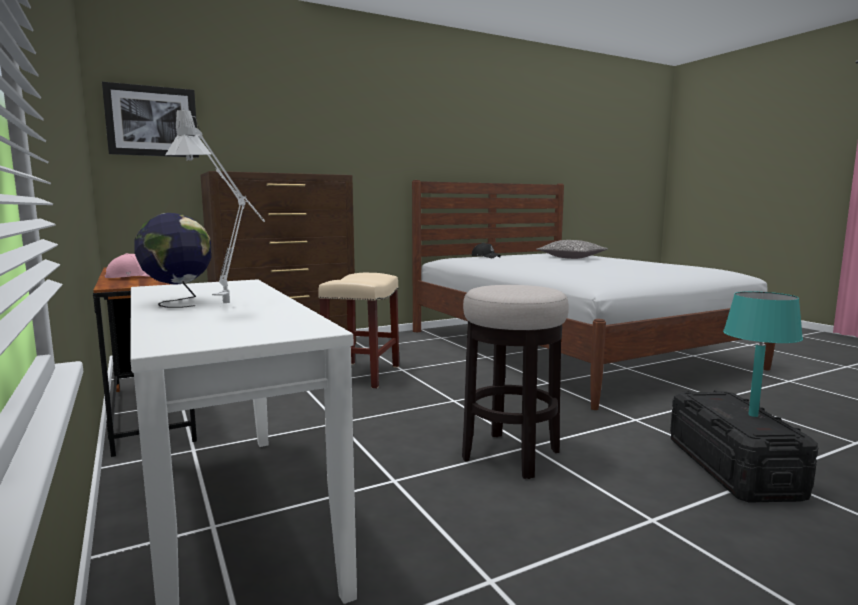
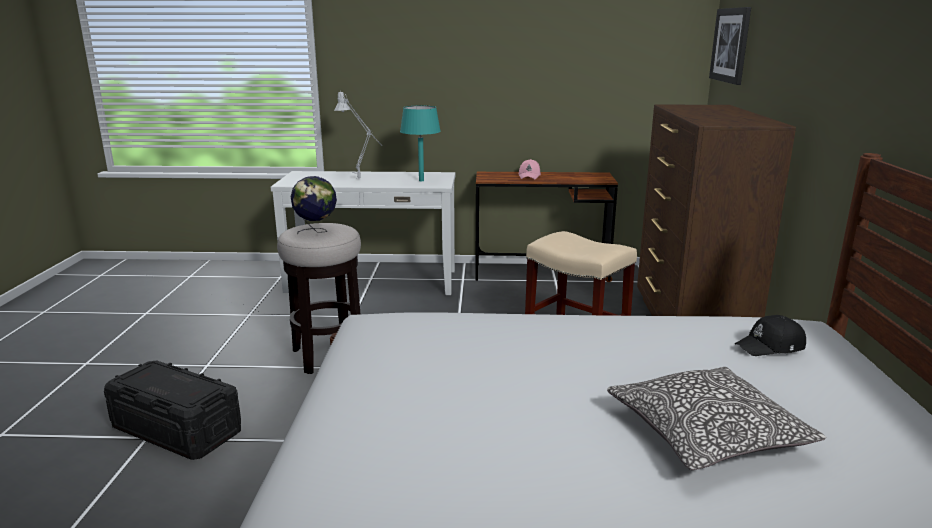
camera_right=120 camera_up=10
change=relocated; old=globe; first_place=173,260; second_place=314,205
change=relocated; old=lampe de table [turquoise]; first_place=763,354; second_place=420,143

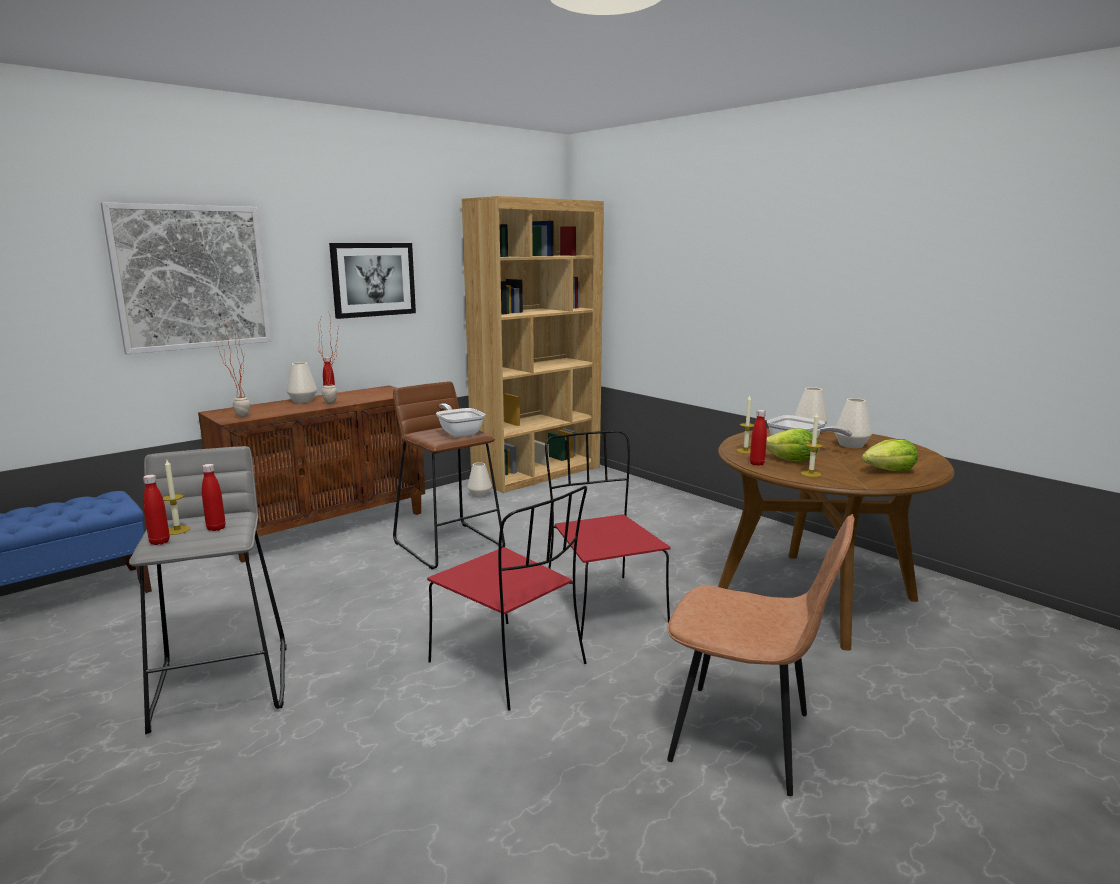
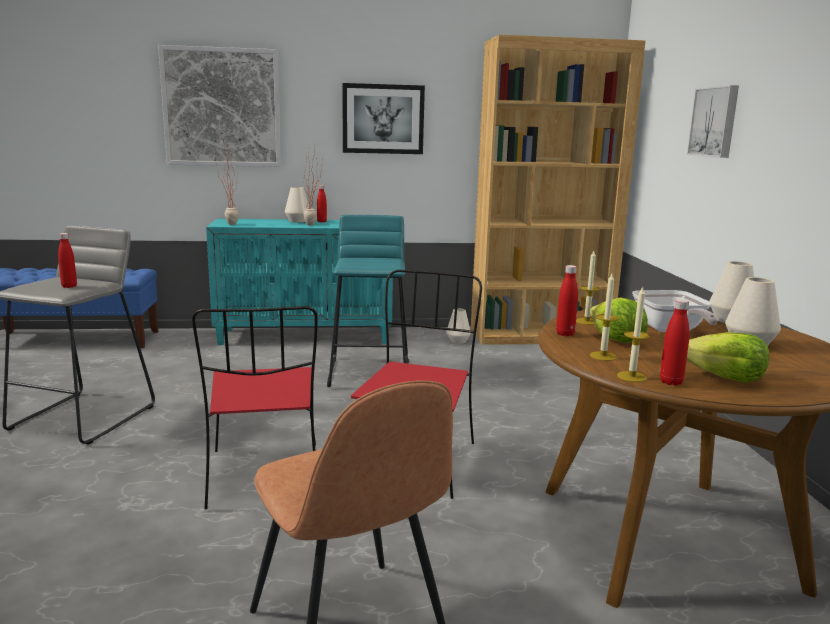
camera_right=35 camera_up=0
change=missing; old=poêle; first_place=461,420
change=appeared; new=tableau; second_place=713,121
change=relocated; old=bouteille [rouge]; first_place=156,510; second_place=674,342
change=relocated; old=bougie; first_place=176,497; second_place=633,334
change=colour; old=meuble de rangement [marron]; new=meuble de rangement [turquoise]; first_place=311,473; second_place=299,282
change=colour; old=tabouret [marron]; new=tabouret [turquoise]; first_place=449,476; second_place=368,301

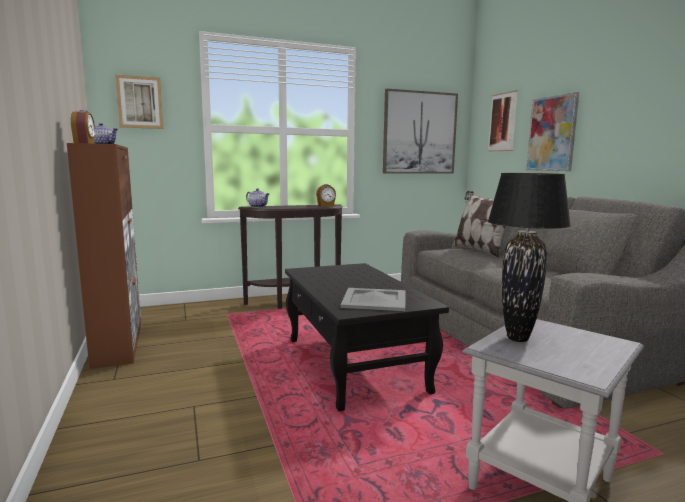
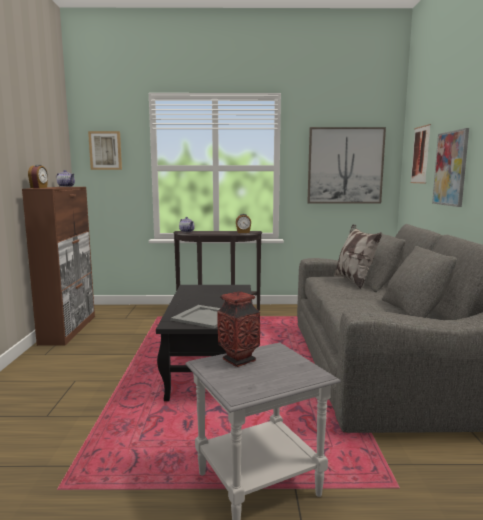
camera_right=20 camera_up=0
change=exchanged; old=lampe de table [noir]; new=vase; first_place=529,257; second_place=238,329

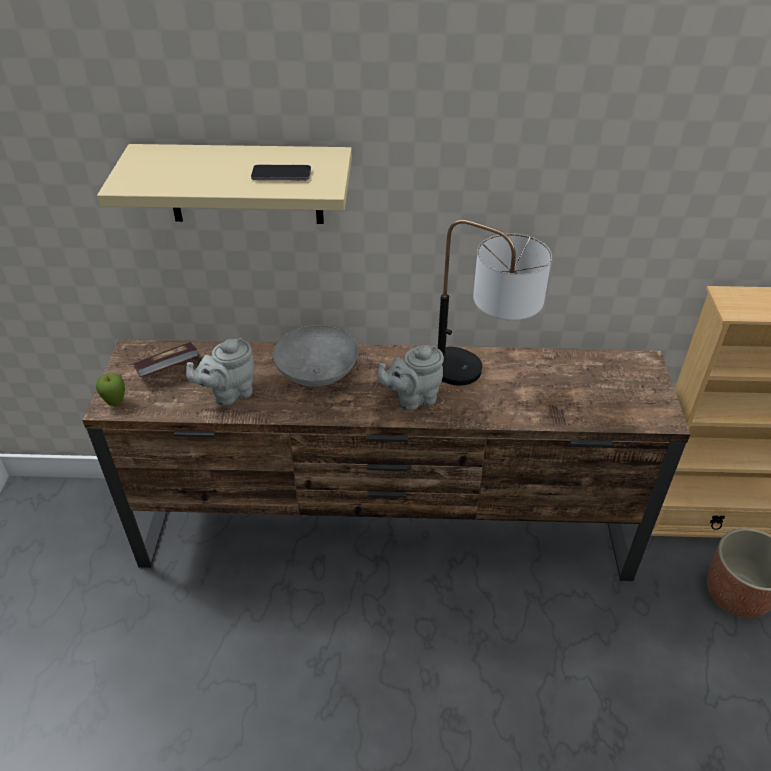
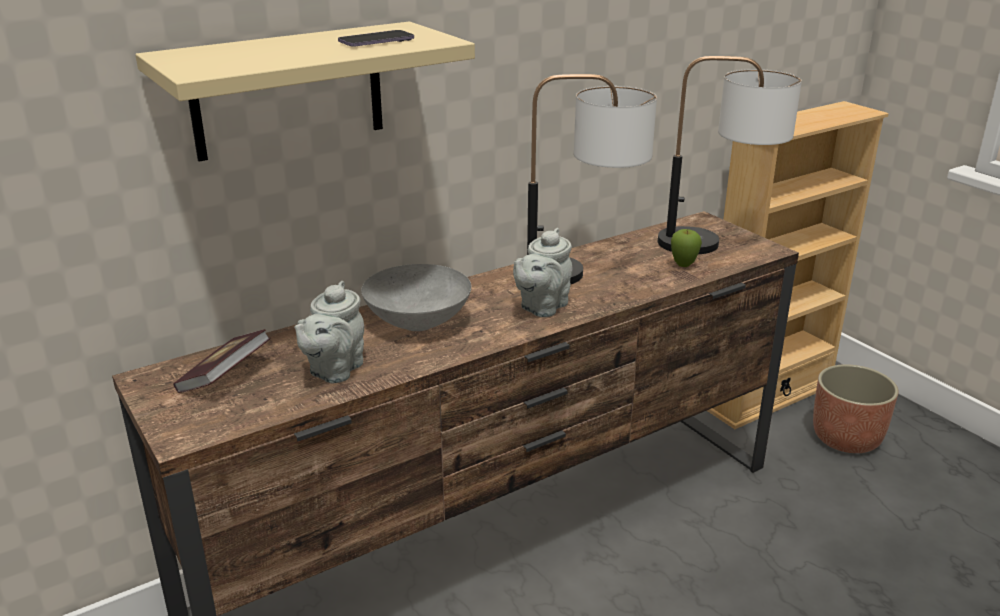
camera_right=-35 camera_up=-15
change=appeared; new=lampe de table; second_place=730,155
change=relocated; old=pomme; first_place=110,389; second_place=686,248

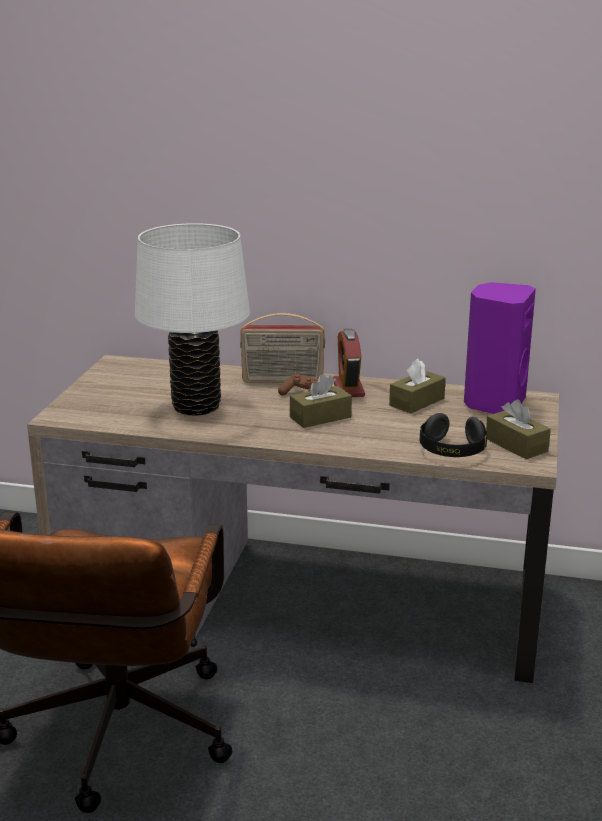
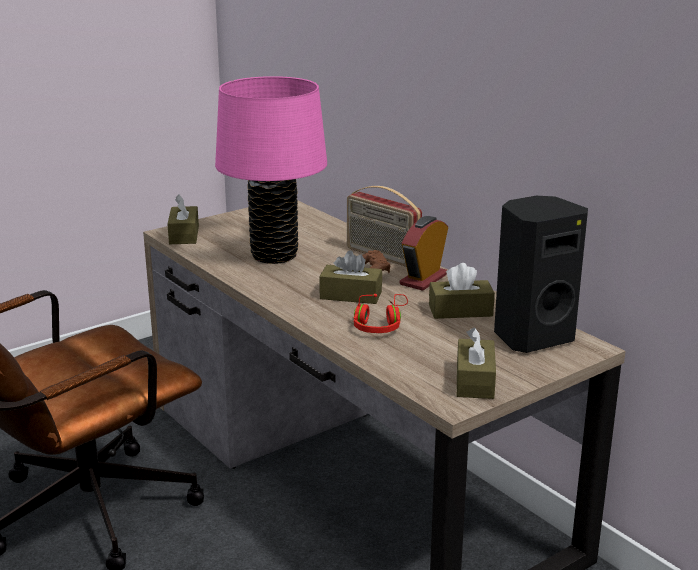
camera_right=40 camera_up=0
change=missing; old=casque audio [noir]; first_place=454,435
change=appeared; new=boîte à mouchoirs [marron]; second_place=183,219
change=appeared; new=casque audio [rouge]; second_place=381,313
change=colour; old=lampe de table [blanc]; new=lampe de table [rose]; first_place=192,319; second_place=271,170
change=colour; old=enceinte [violet]; new=enceinte [noir]; first_place=500,348; second_place=541,274

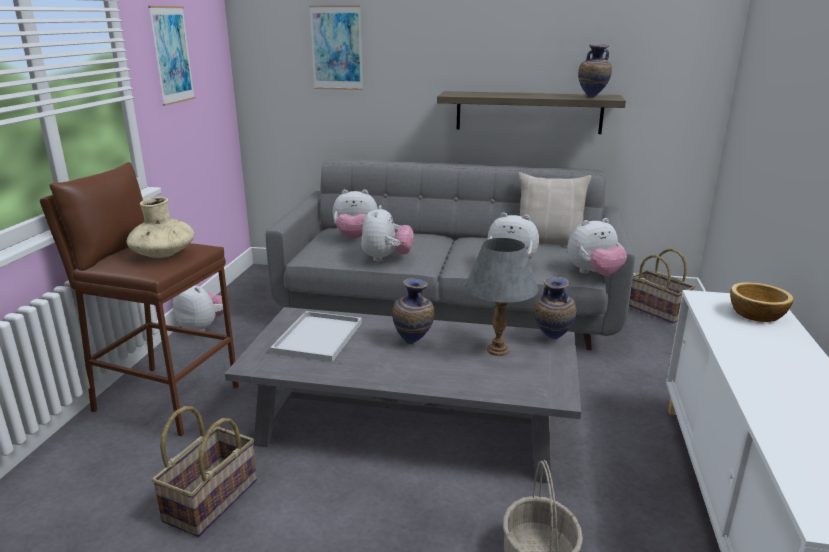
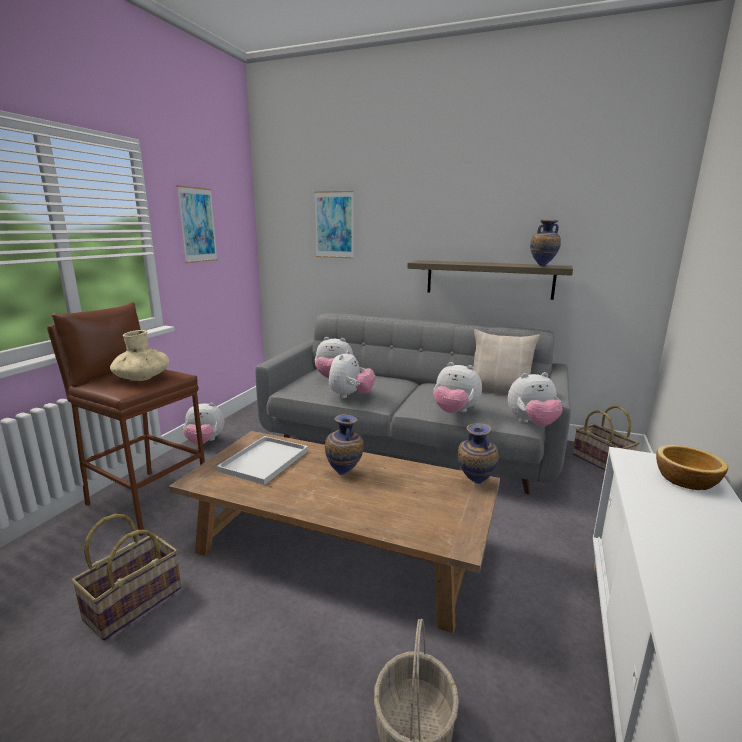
camera_right=10 camera_up=-5
change=missing; old=lampe de table [gris]; first_place=501,297
change=colour; old=table basse [gris]; new=table basse [marron]; first_place=403,395; second_place=334,532
change=spun; old=peluche; first_place=198,308; second_place=203,424; degrees=135

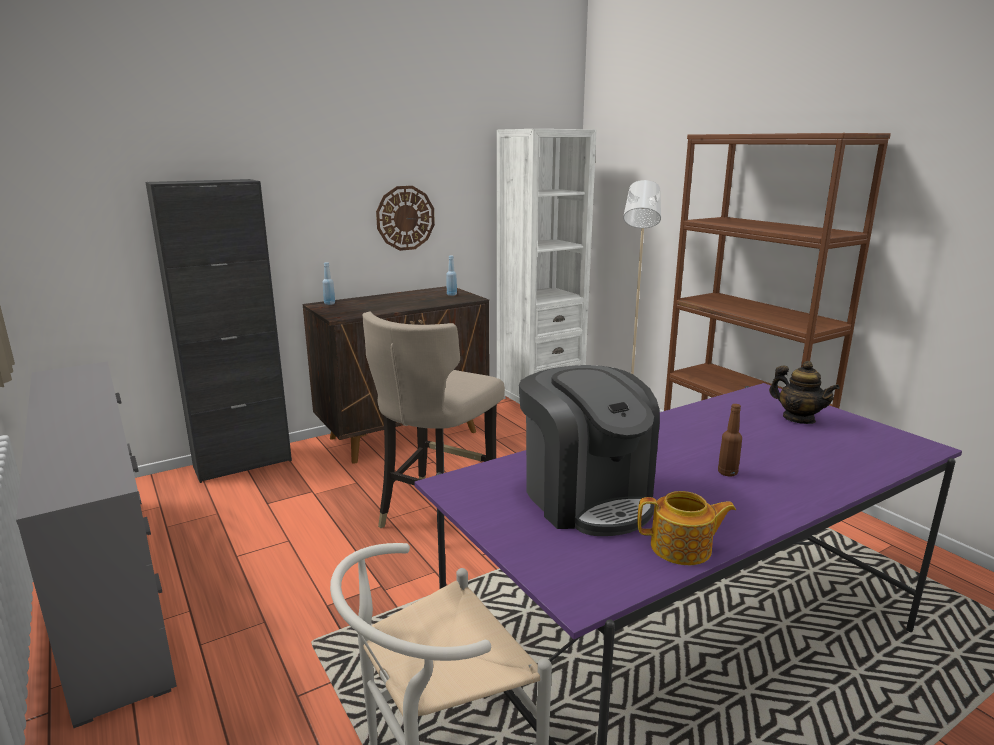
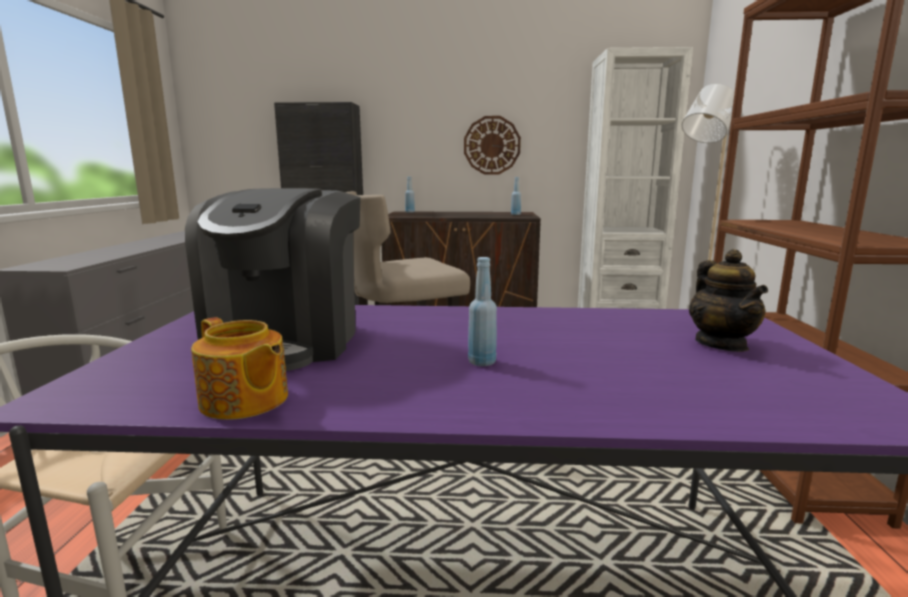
camera_right=35 camera_up=-5
change=colour; old=bouteille [marron]; new=bouteille [bleu]; first_place=730,440; second_place=482,311

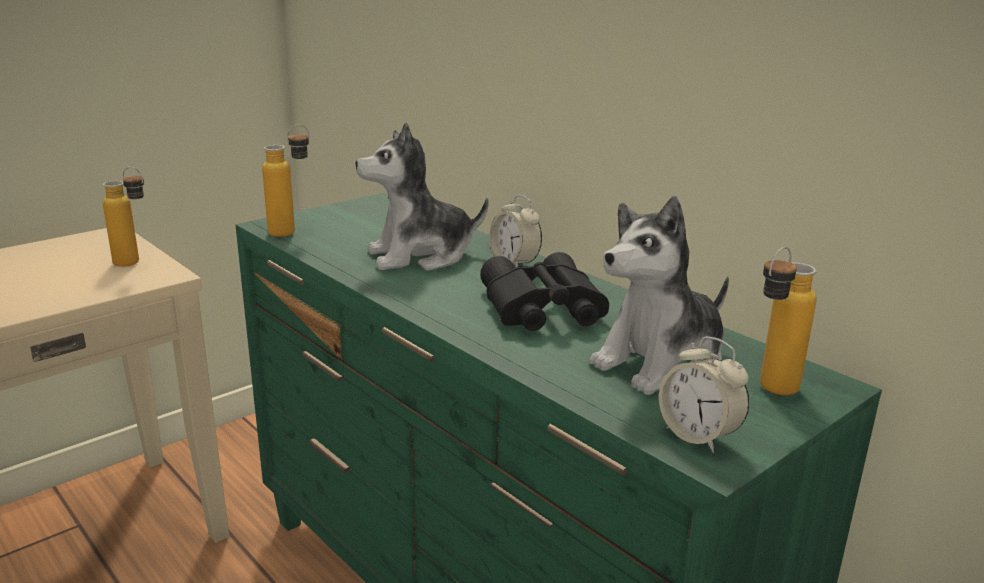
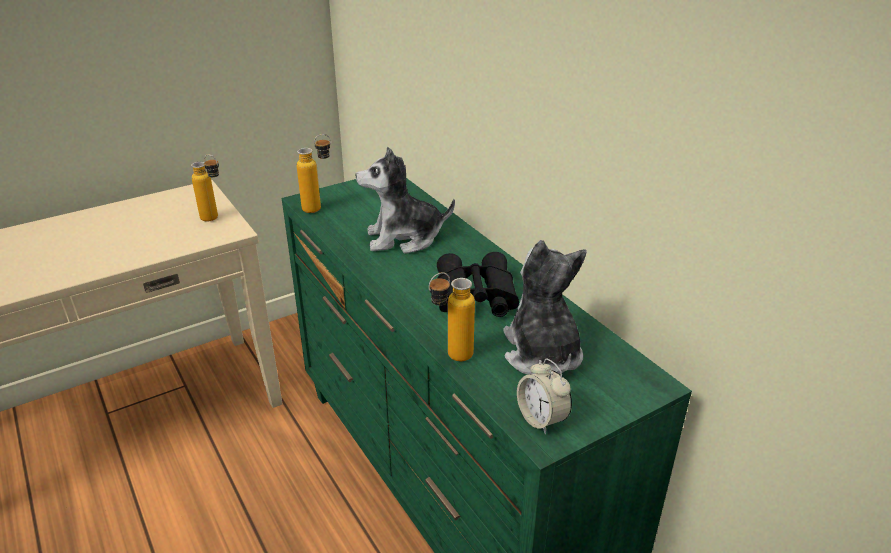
camera_right=10 camera_up=10
change=missing; old=réveil; first_place=515,231
change=relocated; old=bouteille; first_place=788,321; second_place=452,316
change=spun; old=peluche; first_place=659,295; second_place=545,307; degrees=105

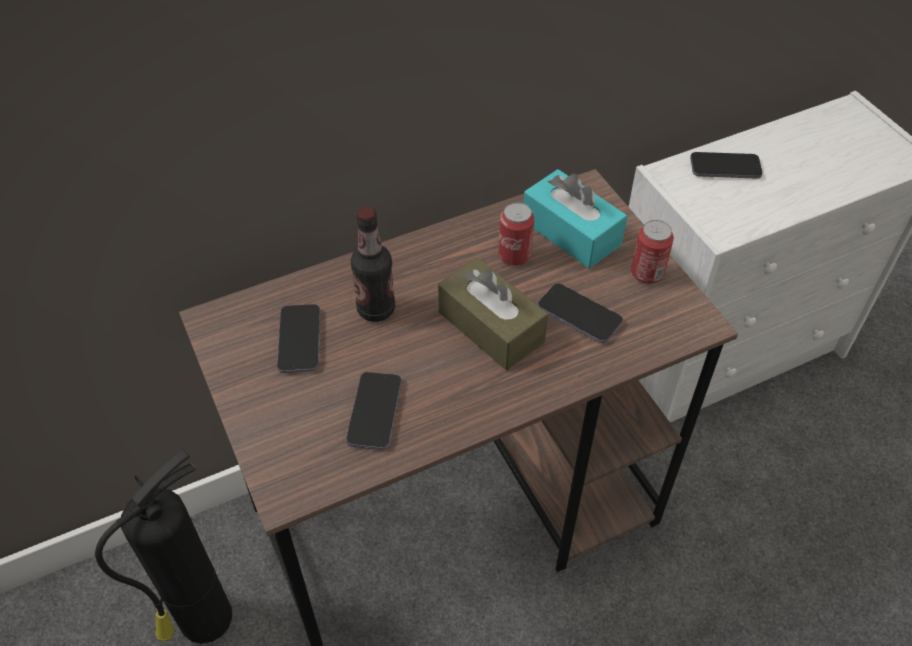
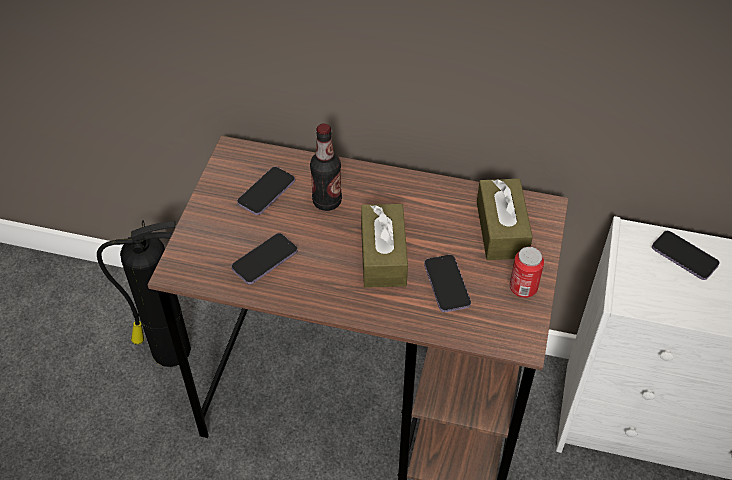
camera_right=40 camera_up=0
change=missing; old=boîte métallique; first_place=516,234
change=colour; old=boîte à mouchoirs [turquoise]; new=boîte à mouchoirs [marron]; first_place=575,219; second_place=505,219

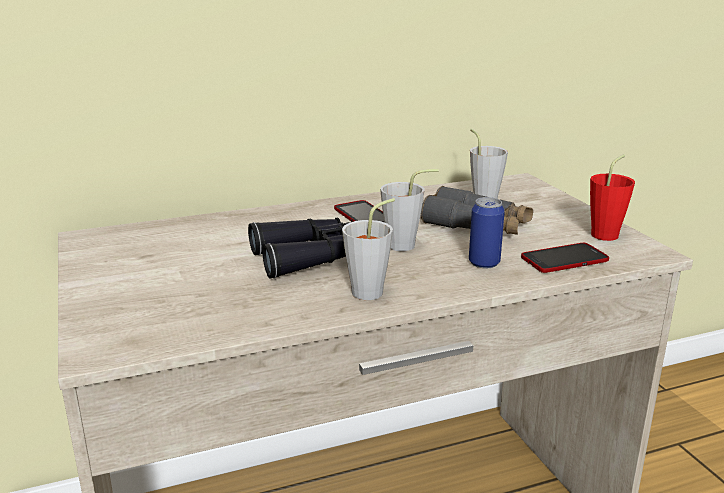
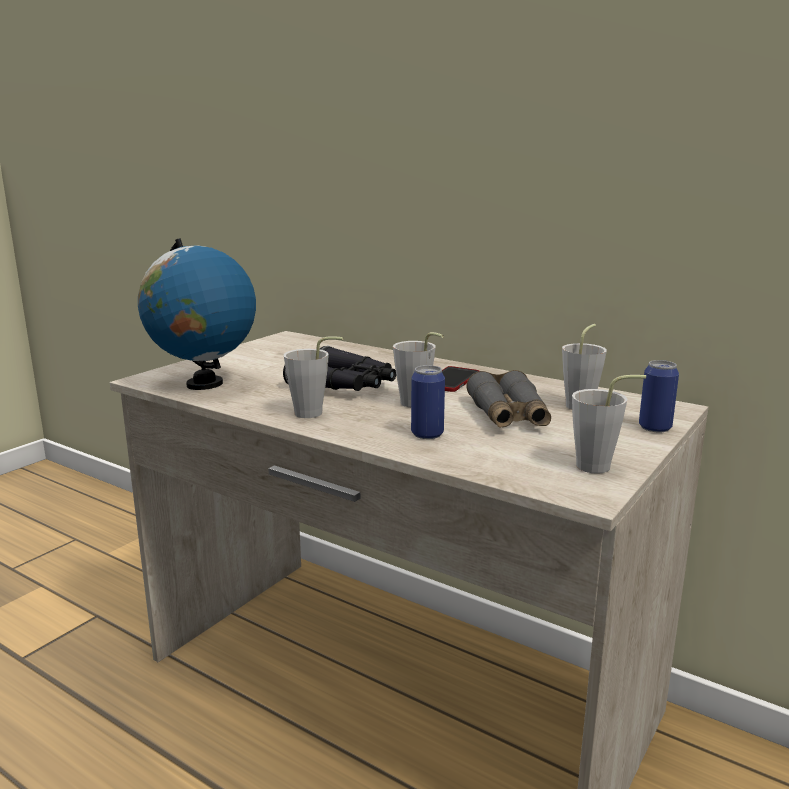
camera_right=55 camera_up=-5
change=missing; old=téléphone; first_place=565,258
change=appeared; new=globe; second_place=197,314
change=appeared; new=boîte métallique; second_place=659,396
change=colour; old=tasse [rouge]; new=tasse [gris]; first_place=612,197; second_place=609,424

